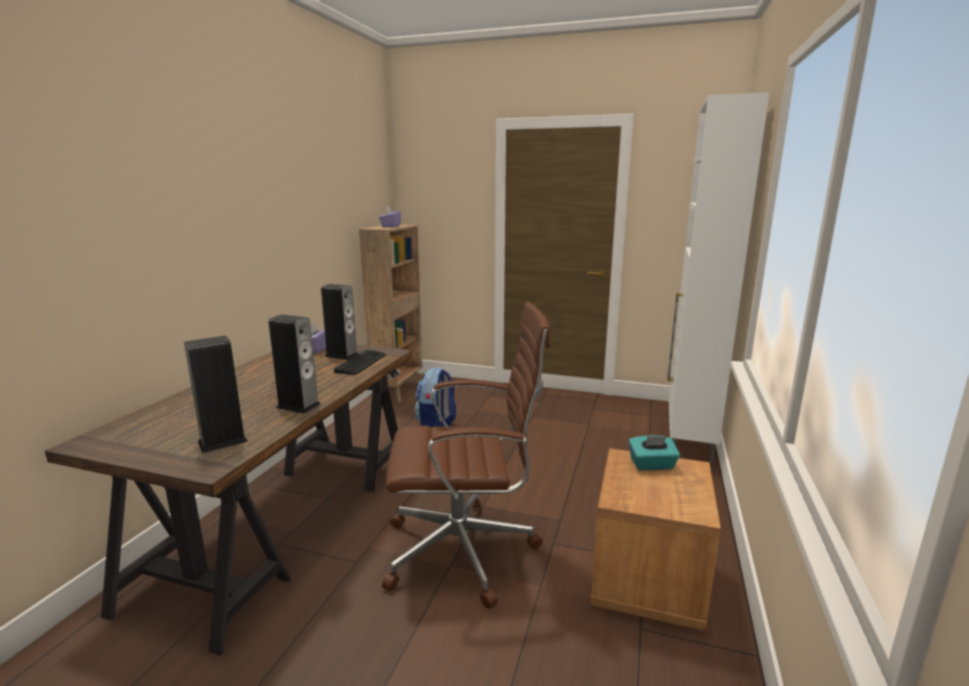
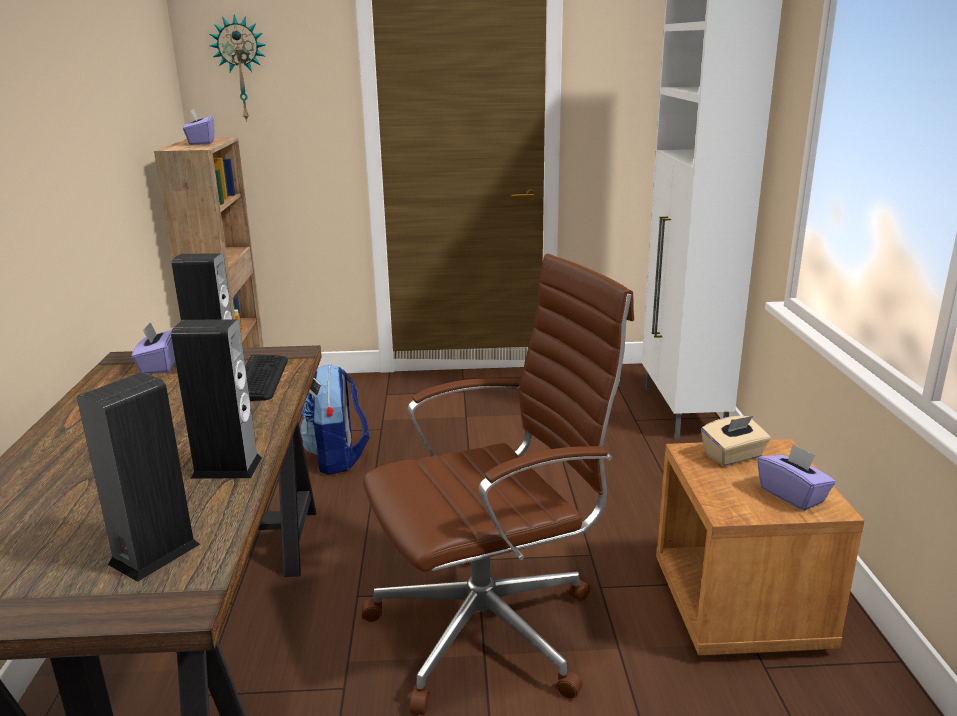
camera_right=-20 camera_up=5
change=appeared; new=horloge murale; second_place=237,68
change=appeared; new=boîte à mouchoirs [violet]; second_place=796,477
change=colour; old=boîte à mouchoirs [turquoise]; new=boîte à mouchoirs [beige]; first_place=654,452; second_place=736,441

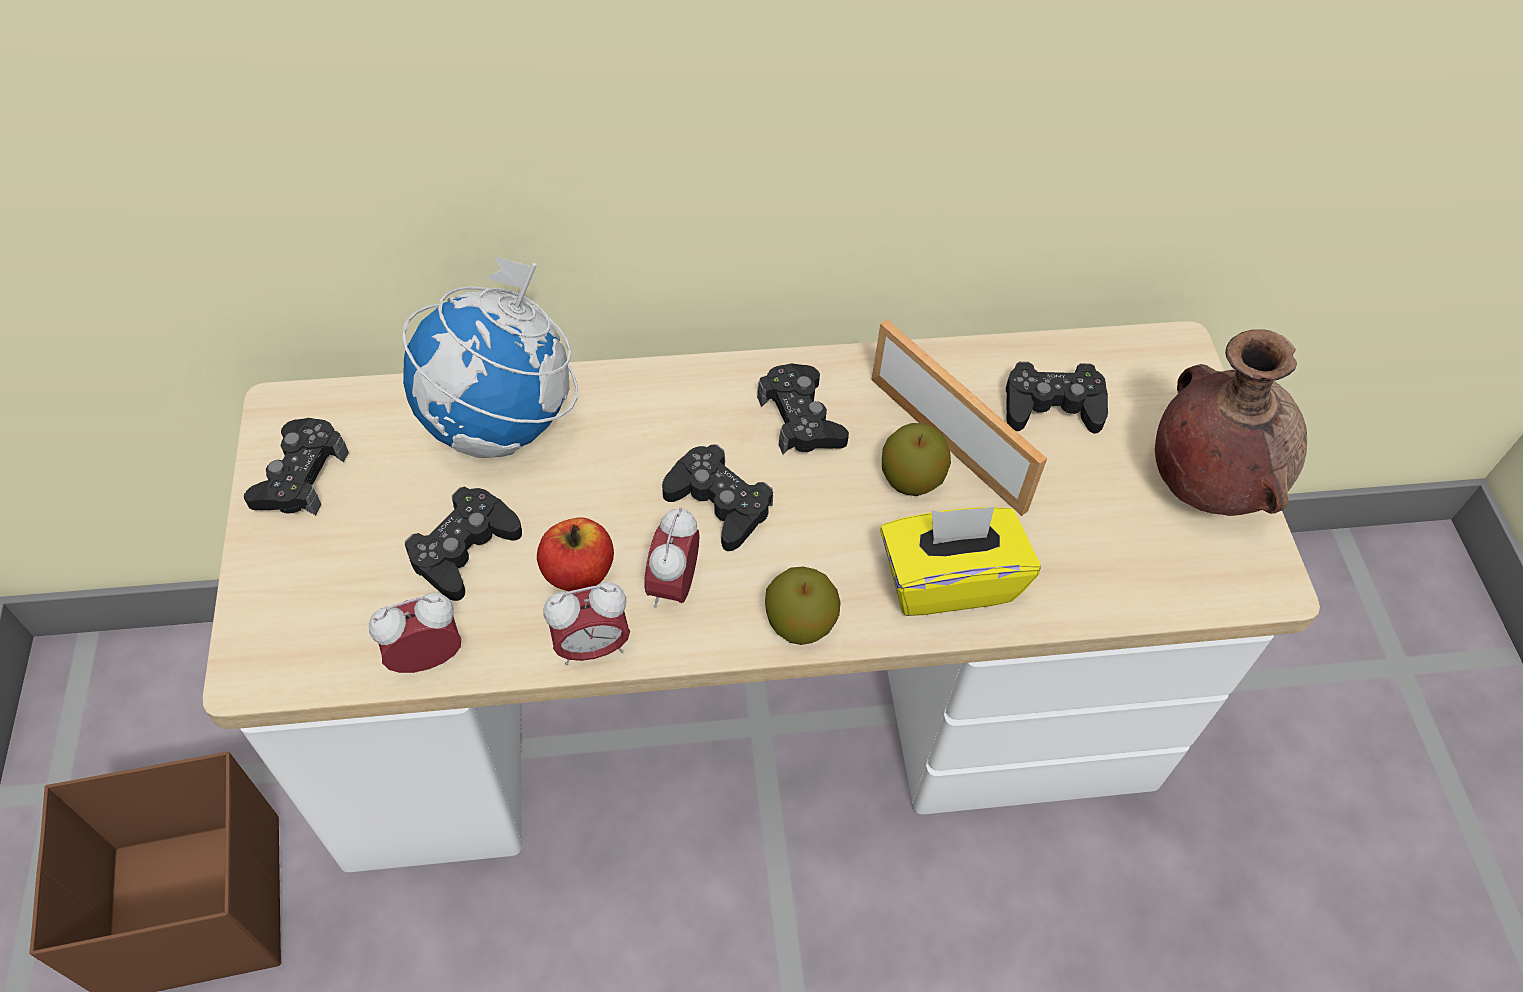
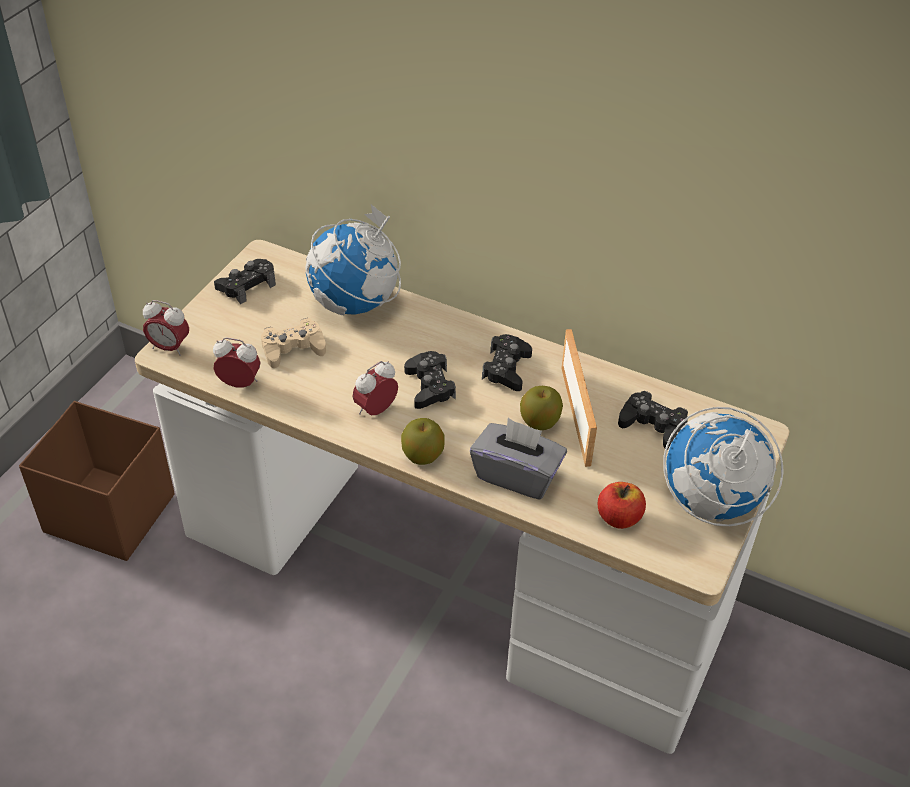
camera_right=35 camera_up=-10
change=relocated; old=pomme; first_place=575,554; second_place=622,505
change=relocated; old=réveil; first_place=587,623; second_place=166,328
change=exchanged; old=vase [marron]; new=globe; first_place=1231,422; second_place=723,466
change=colour; old=manette [noir]; new=manette [beige]; first_place=463,544; second_place=293,343
change=colour; old=boîte à mouchoirs [jaune]; new=boîte à mouchoirs [gris]; first_place=960,561; second_place=518,459

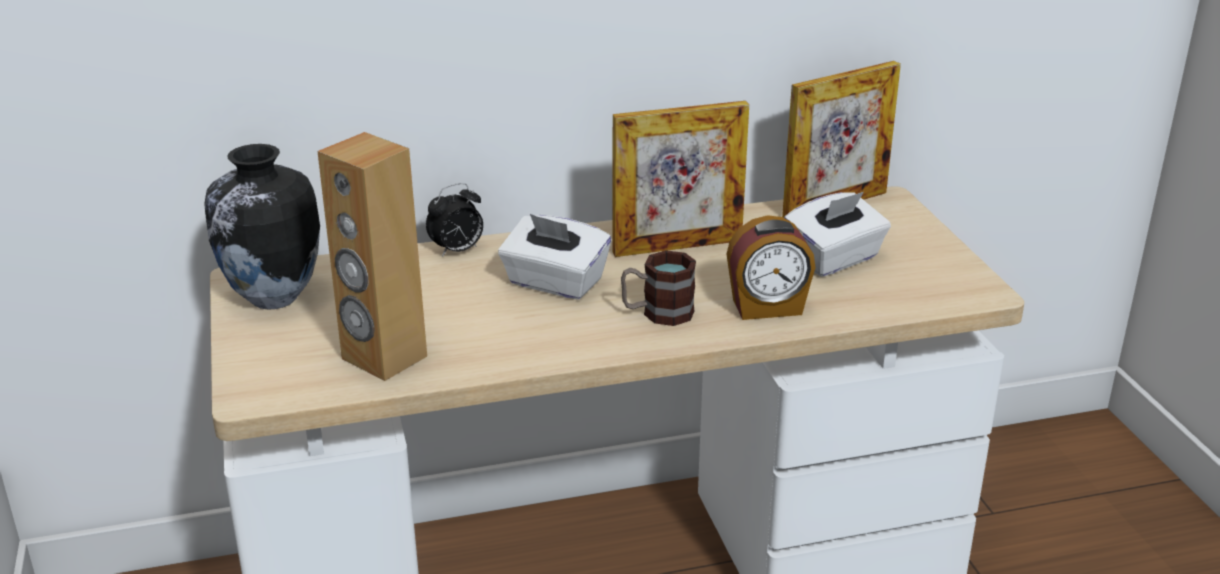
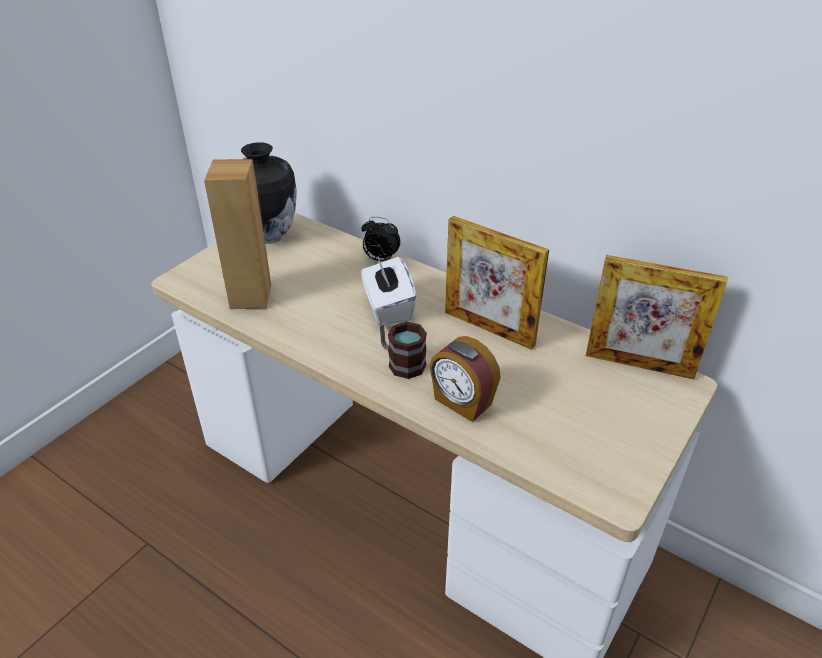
camera_right=50 camera_up=10
change=missing; old=boîte à mouchoirs [blanc]; first_place=837,234

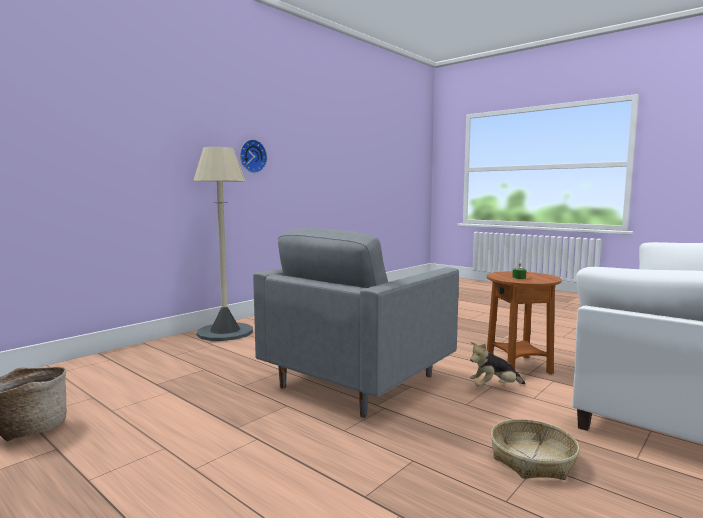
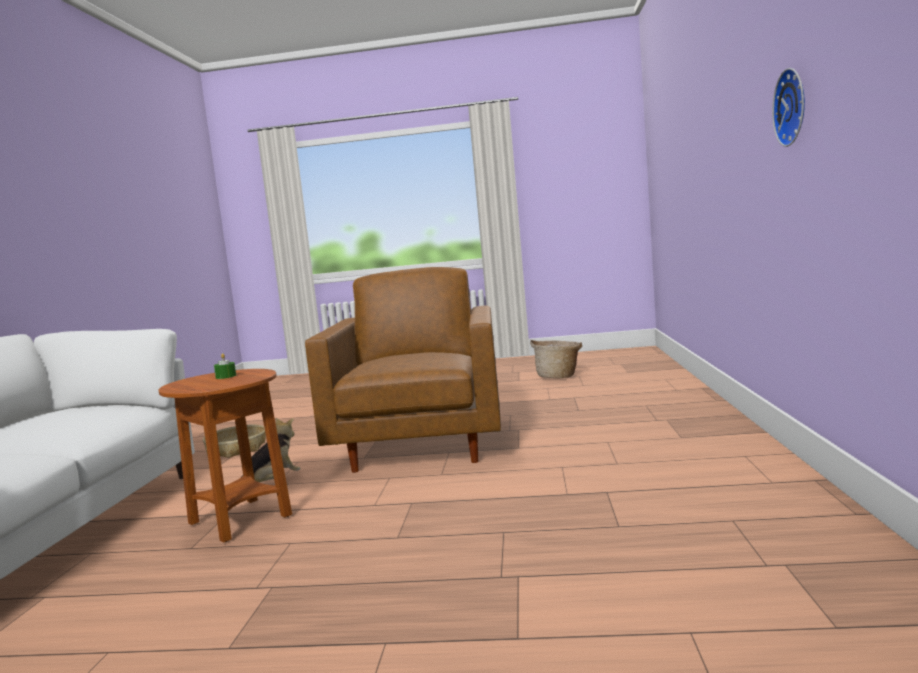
camera_right=145 camera_up=0
change=missing; old=lampadaire [beige]; first_place=223,244
change=colour; old=fauteuil [gris]; new=fauteuil [marron]; first_place=356,323; second_place=403,370

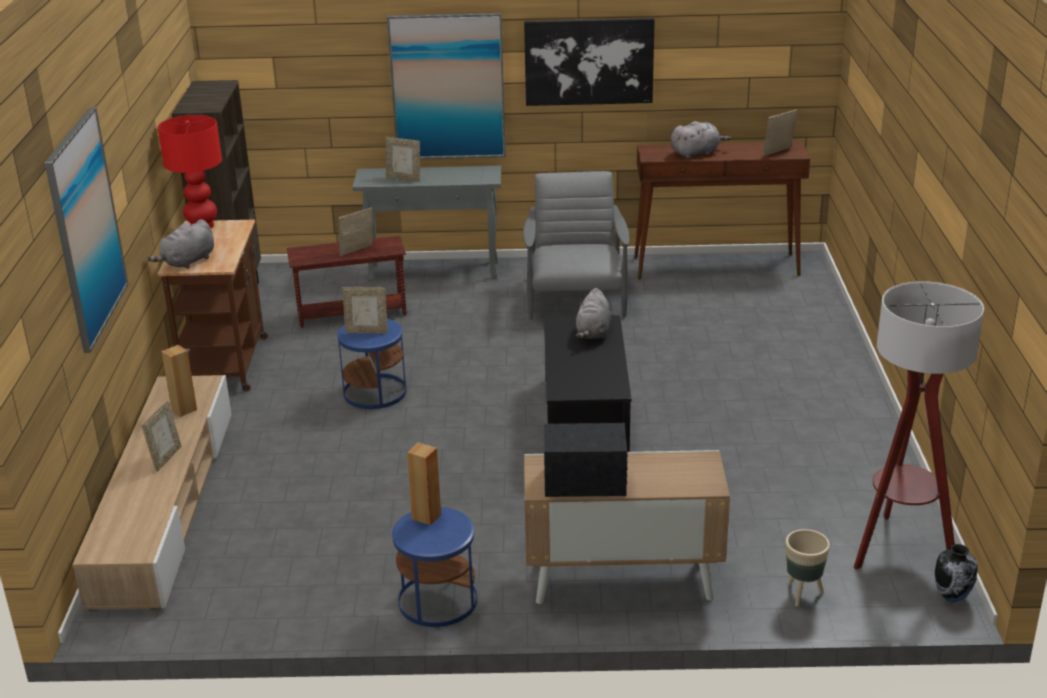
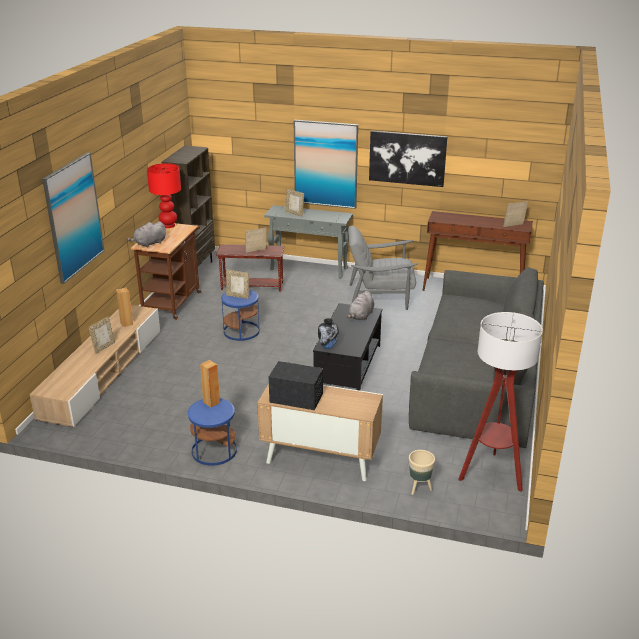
camera_right=15 camera_up=0
change=missing; old=peluche [gris]; first_place=701,139
change=appeared; new=canapé [gris]; second_place=476,358
change=relocated; old=vase; first_place=956,573; second_place=328,333
change=spun; old=fauteuil [gris]; first_place=576,245; second_place=383,268; degrees=-105

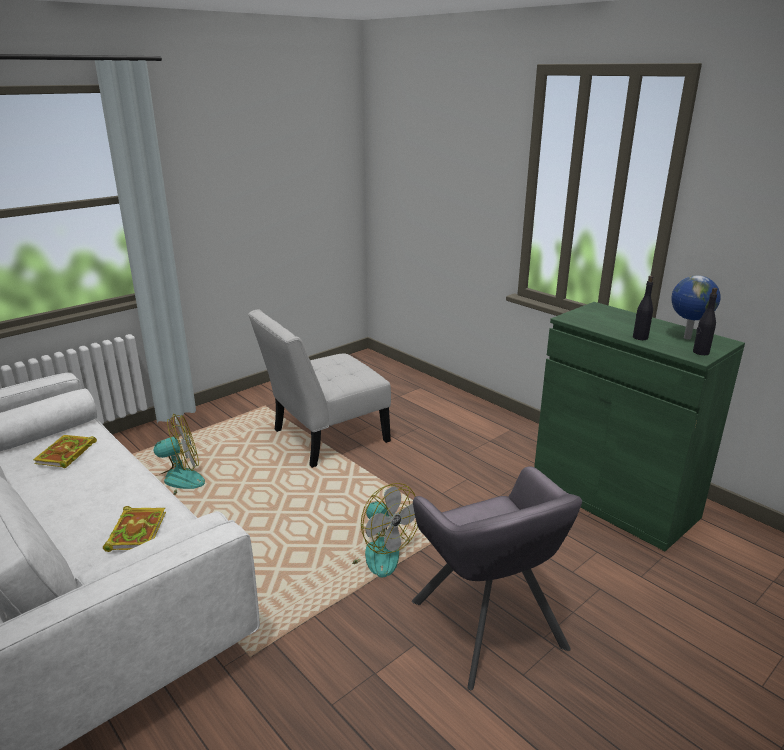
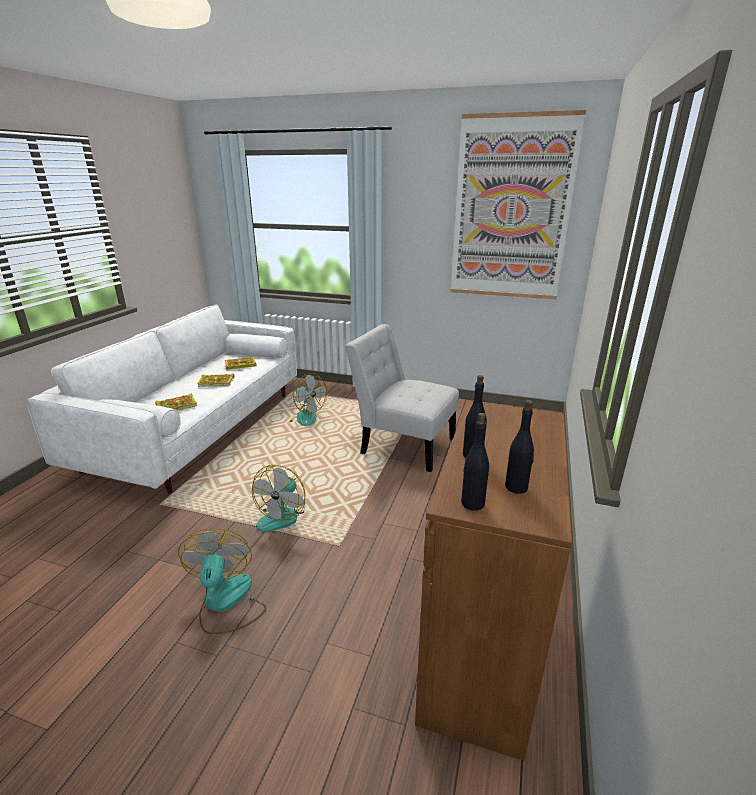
camera_right=60 camera_up=0
change=appeared; new=livre; second_place=215,380
change=appeared; new=tableau; second_place=518,204
change=exchanged; old=fauteuil [gris]; new=ventilateur; first_place=497,578; second_place=222,581
change=exchanged; old=globe; new=bouteille [noir]; first_place=696,307; second_place=519,447
change=colour; old=meuble de rangement [vert]; new=meuble de rangement [marron]; first_place=639,426; second_place=493,581

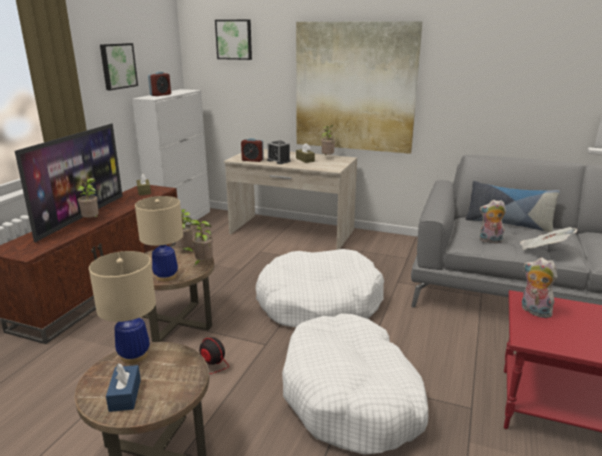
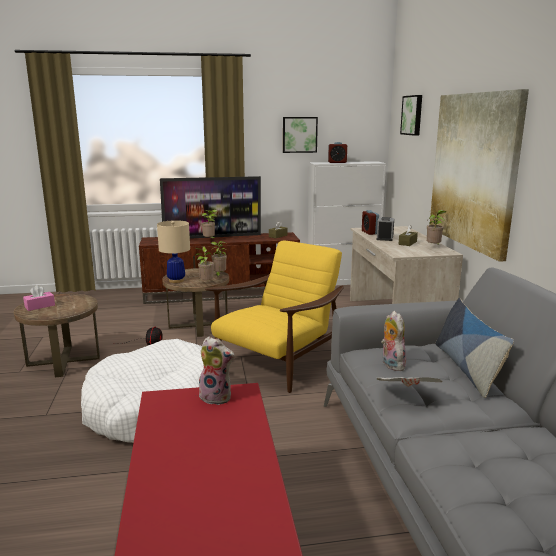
camera_right=60 camera_up=-5
change=missing; old=lampe de table [beige]; first_place=122,307
change=exchanged; old=panier pour chien [blanc]; new=fauteuil [jaune]; first_place=320,288; second_place=274,317
change=colour; old=boîte à mouchoirs [bleu]; new=boîte à mouchoirs [rose]; first_place=123,387; second_place=39,298
change=spun; old=peluche; first_place=539,288; second_place=217,371; degrees=90

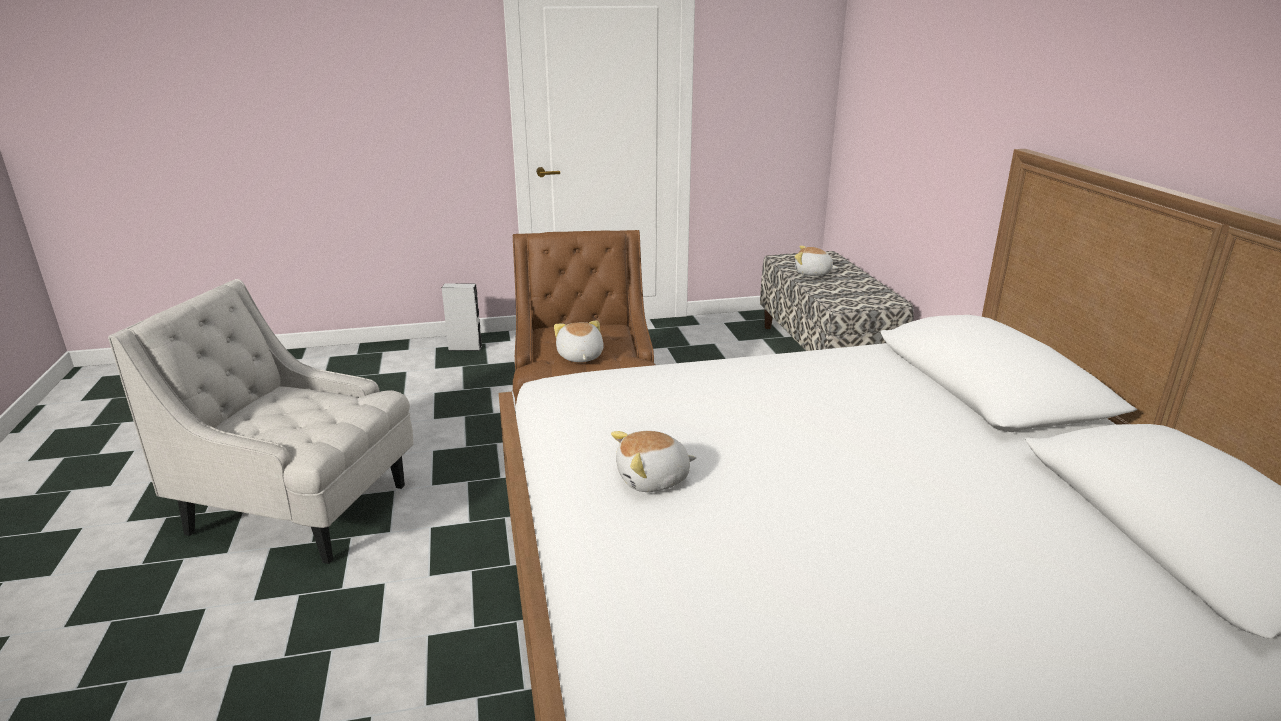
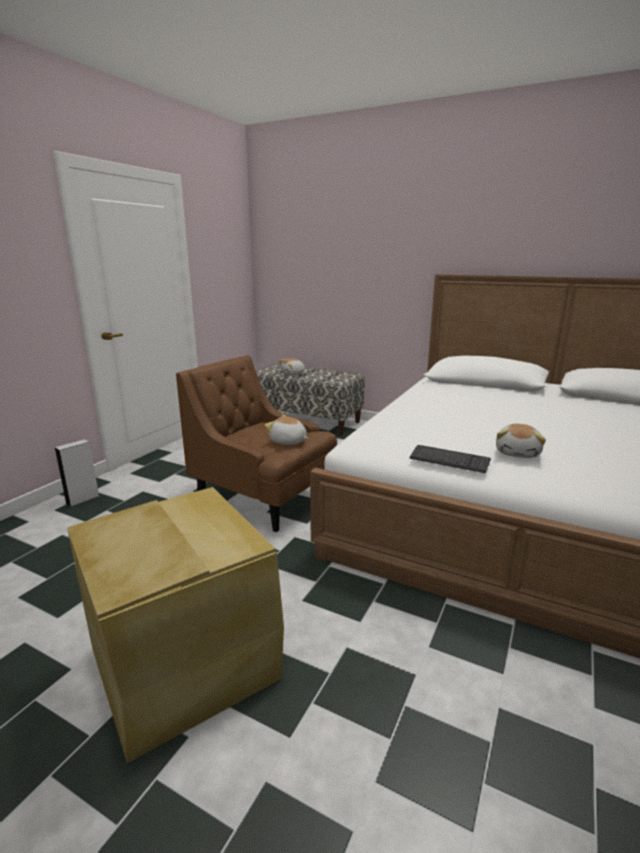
camera_right=-50 camera_up=-5
change=appeared; new=clavier; second_place=450,459
change=exchanged; old=fauteuil [blanc]; new=boîte de rangement [beige]; first_place=261,421; second_place=175,625

